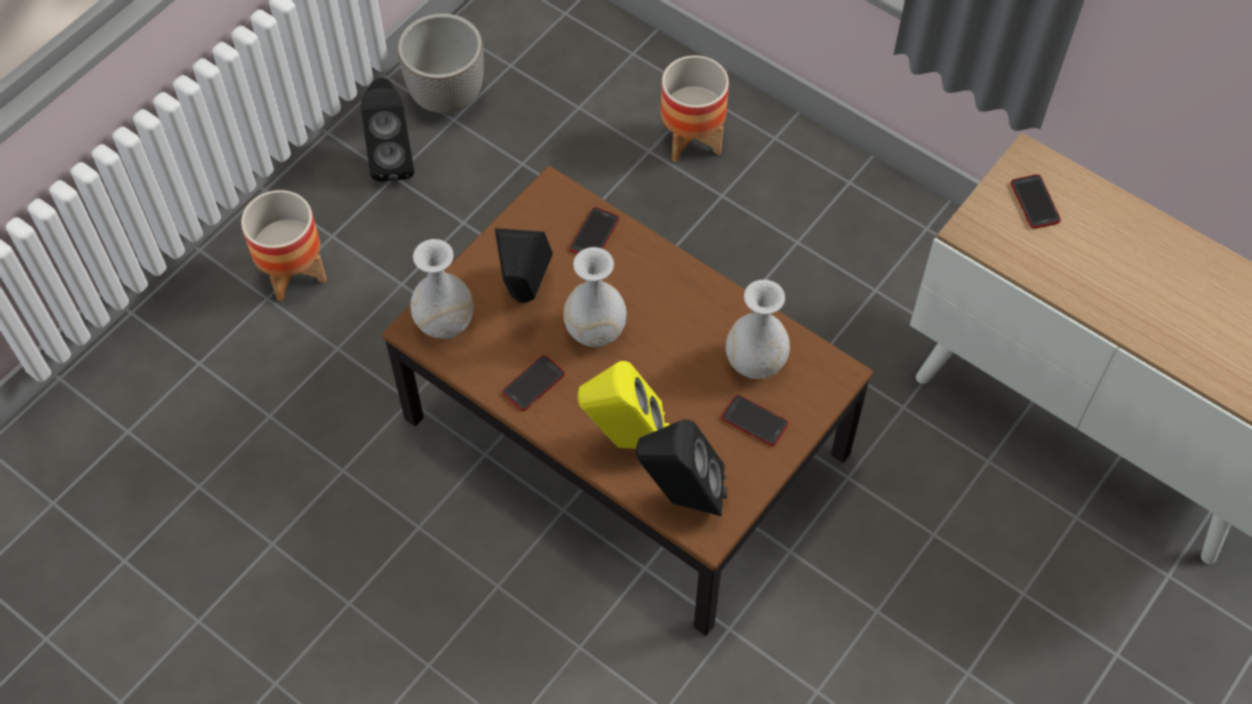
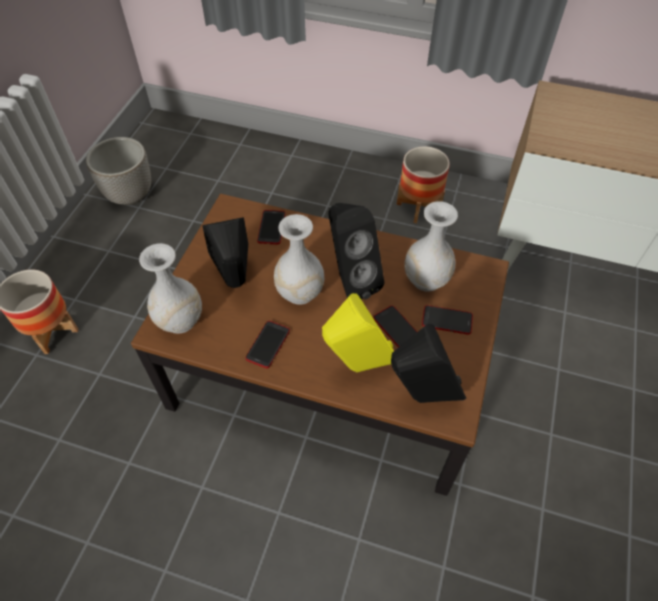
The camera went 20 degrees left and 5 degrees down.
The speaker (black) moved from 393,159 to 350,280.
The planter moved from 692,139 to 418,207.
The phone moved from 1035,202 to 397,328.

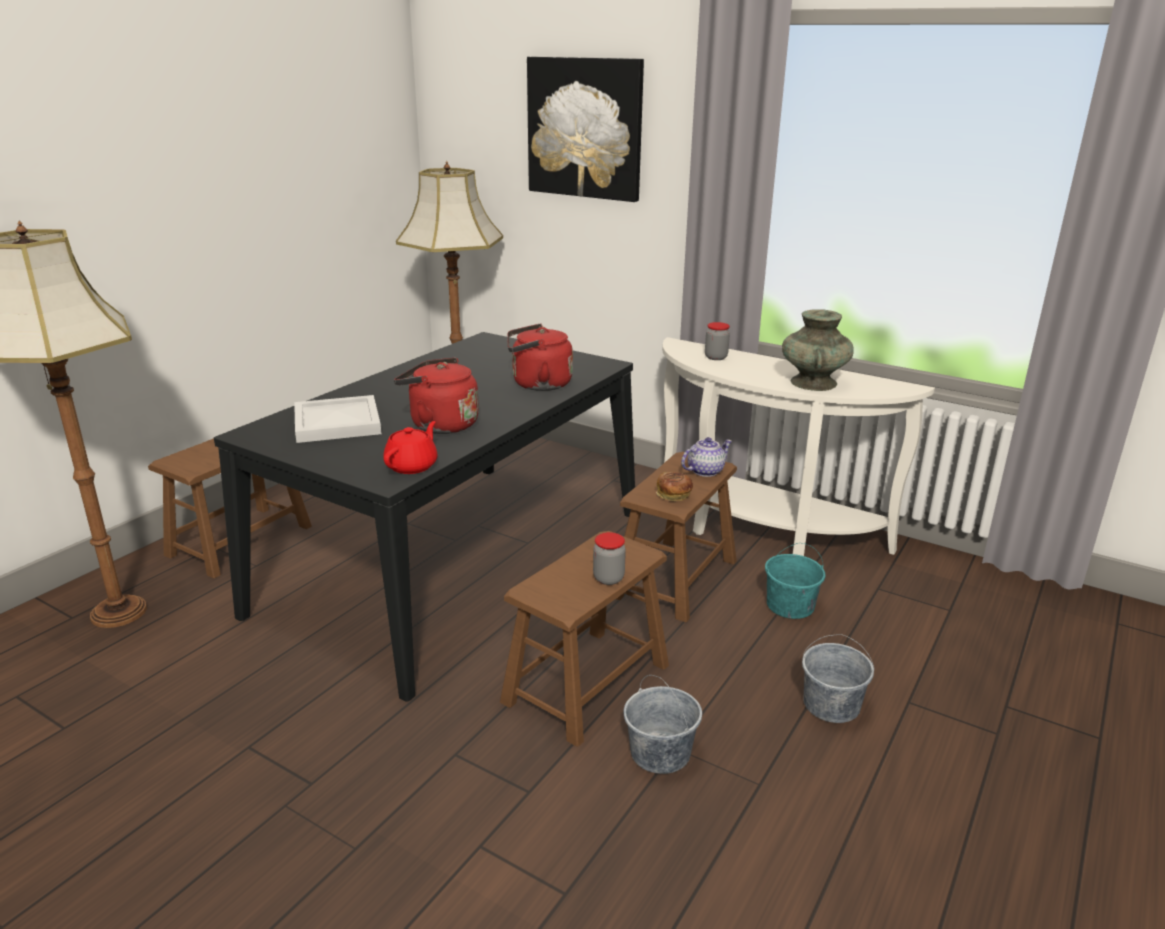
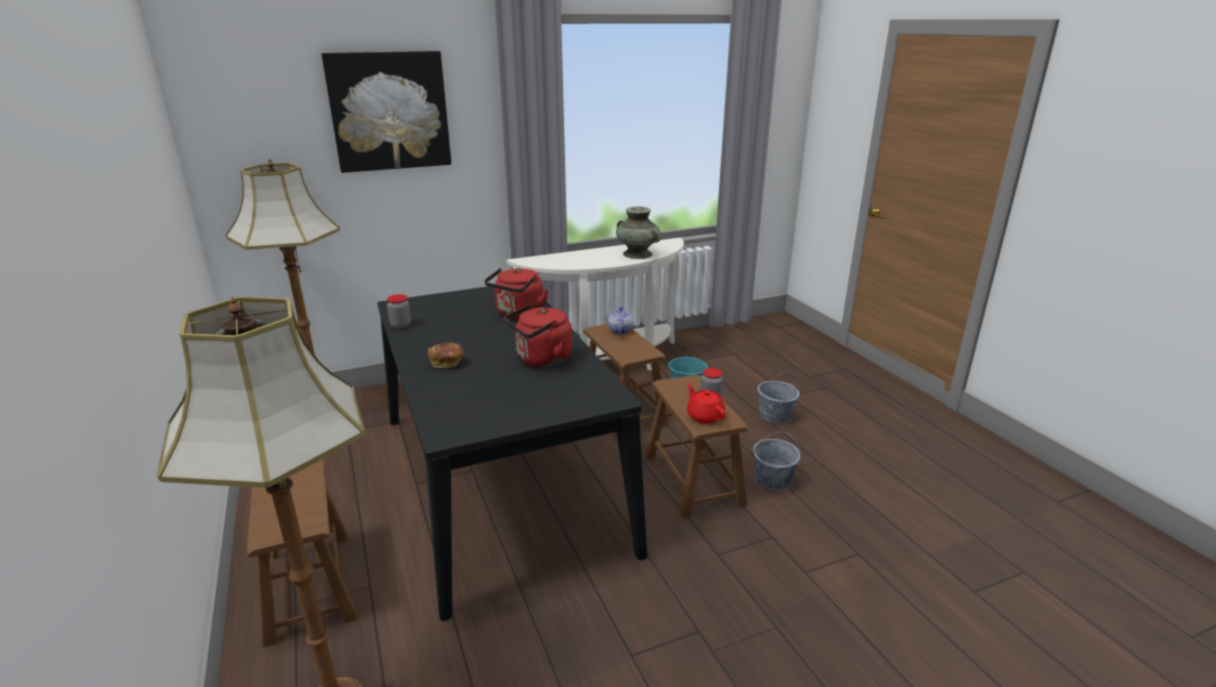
The camera went 55 degrees left and 0 degrees up.
The tray (white) at 336,423 disappeared.
The teapot (red) moved from 412,466 to 704,416.
The bread moved from 674,495 to 447,363.
The jar moved from 716,357 to 400,325.

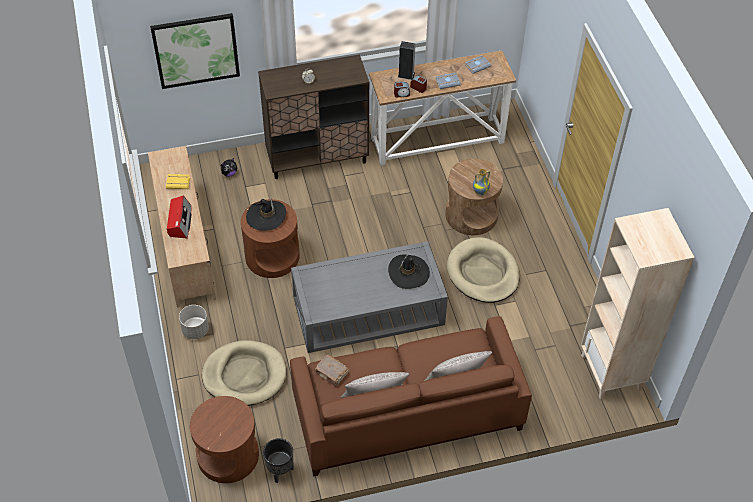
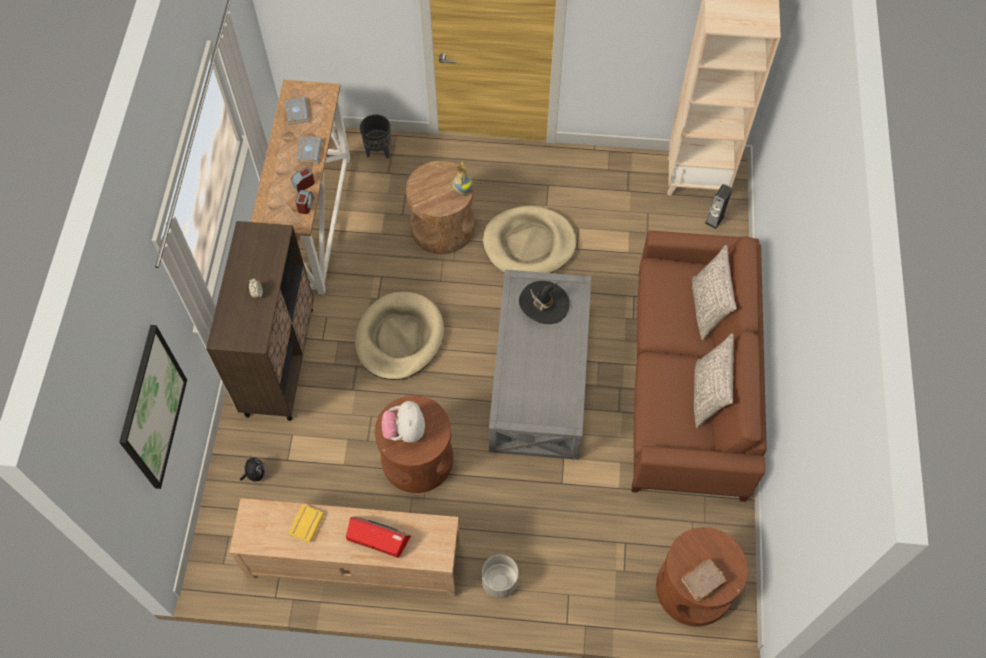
The camera went 70 degrees left and 10 degrees up.
The dog bed (beige) moved from 244,375 to 399,338.
The planter (black) moved from 280,471 to 379,152.
The book (brown) moved from 331,373 to 703,582.
The speaker moved from 406,75 to 714,219.
The hat (black) at 266,216 was replaced by the plush toy at 405,431.

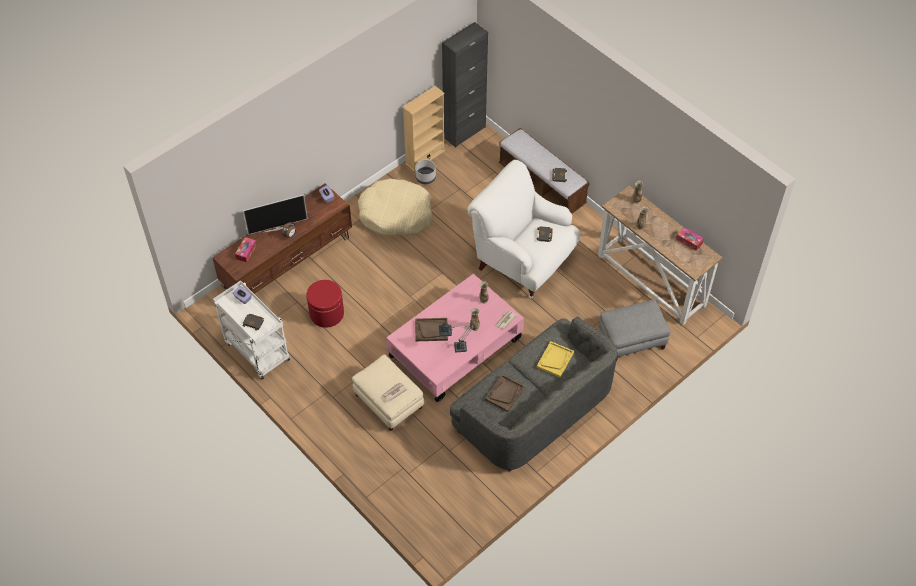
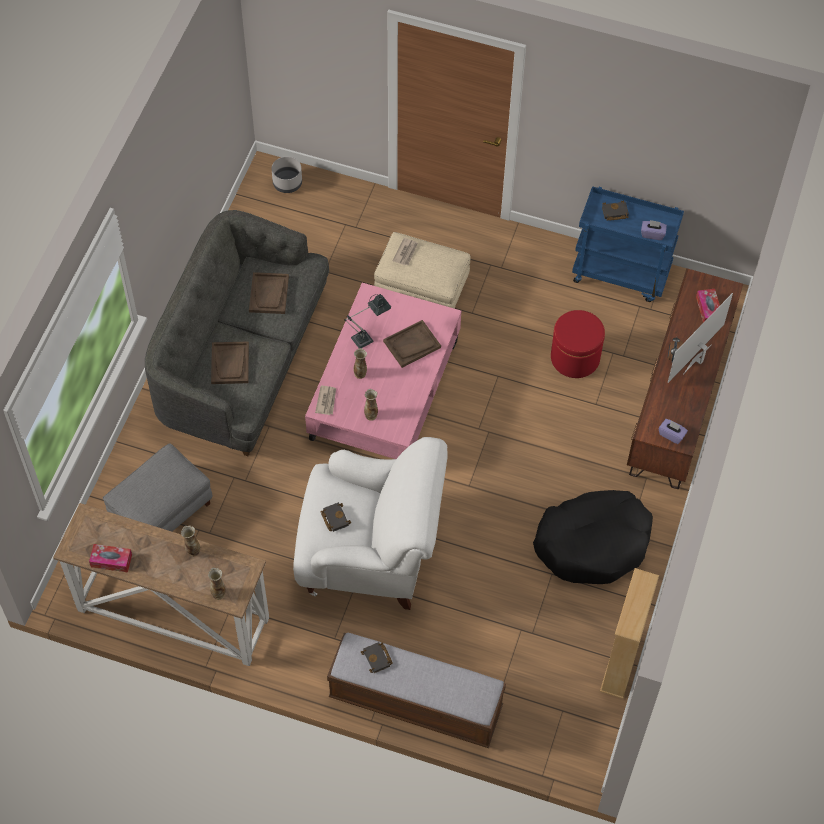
The camera went 150 degrees right and 5 degrees up.
The cabinet (black) at 464,132 disappeared.
The planter (grey) moved from 425,178 to 287,182.
The cart (white) at 256,351 became the cart (blue) at 621,274.
The dog bed (beige) at 395,214 became the dog bed (black) at 593,543.
The tray (yellow) at 555,360 became the tray (brown) at 230,364.

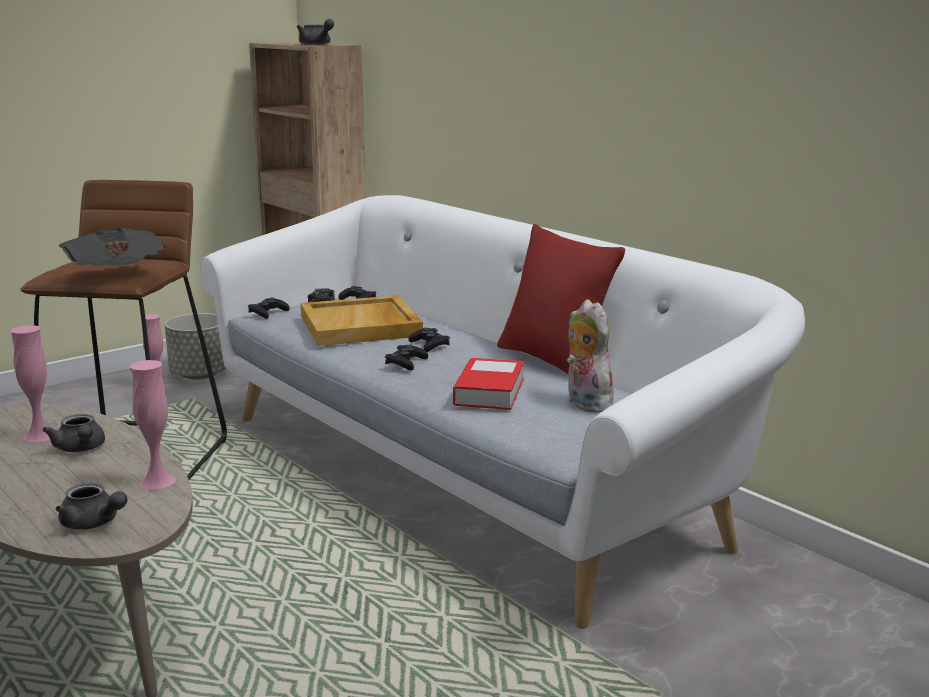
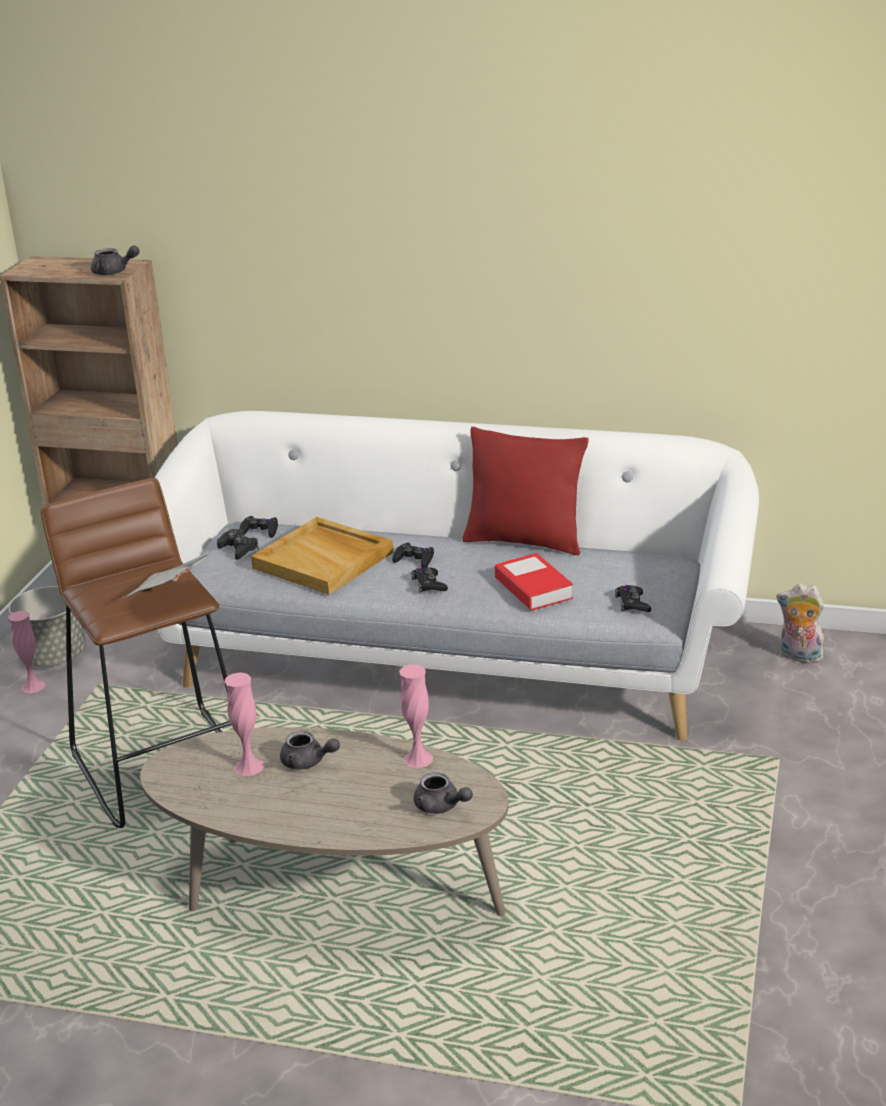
The camera went 35 degrees left and 10 degrees up.
The game controller (black) moved from 268,312 to 632,604.
The plush toy moved from 585,404 to 799,656.
The teapot (grey) at 93,524 turned 45 degrees clockwise.

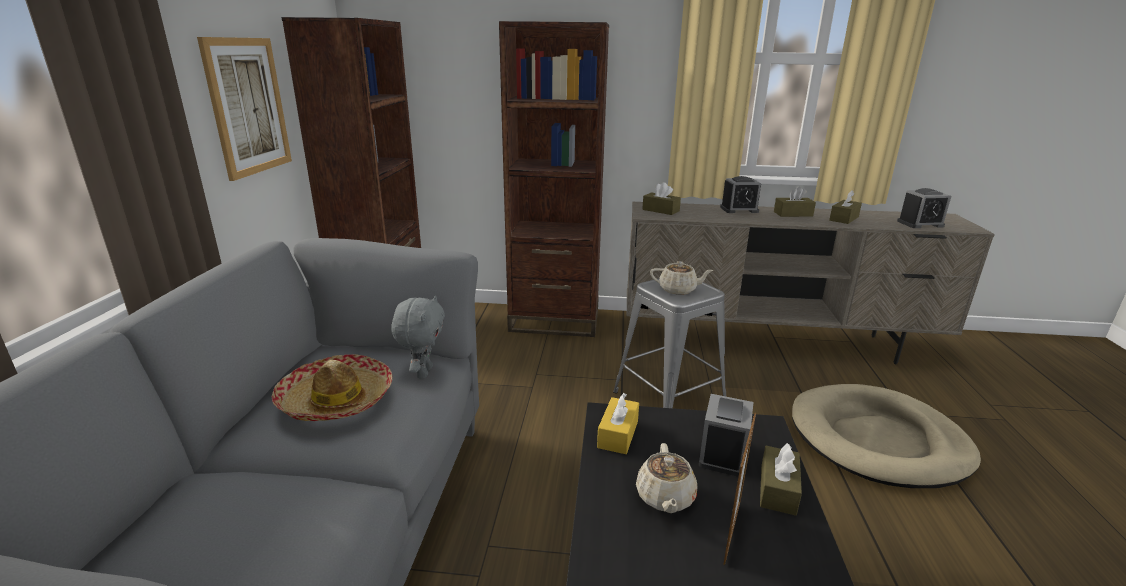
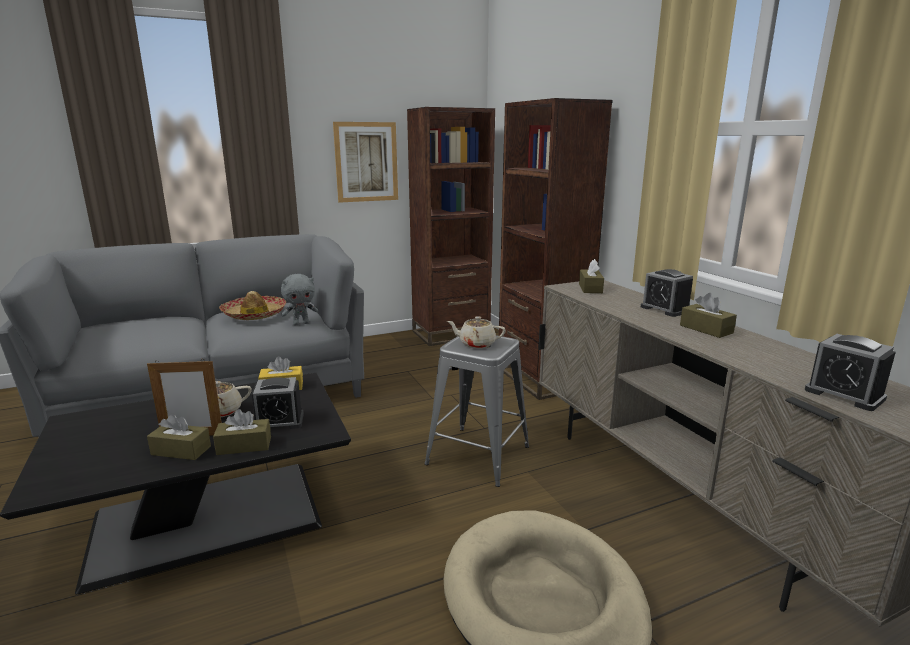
The camera went 60 degrees right and 5 degrees down.
The tissue box (brown) moved from 844,218 to 181,450.
The teapot (beige) at 678,290 turned 120 degrees clockwise.

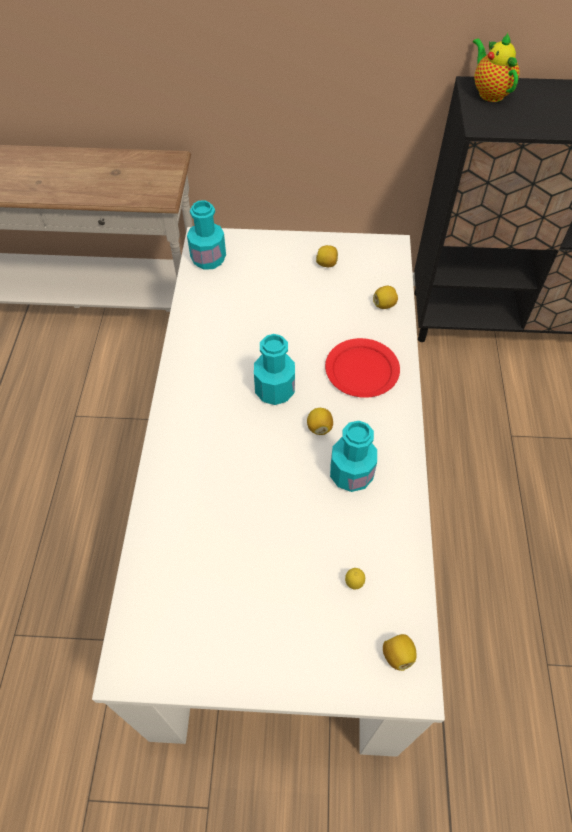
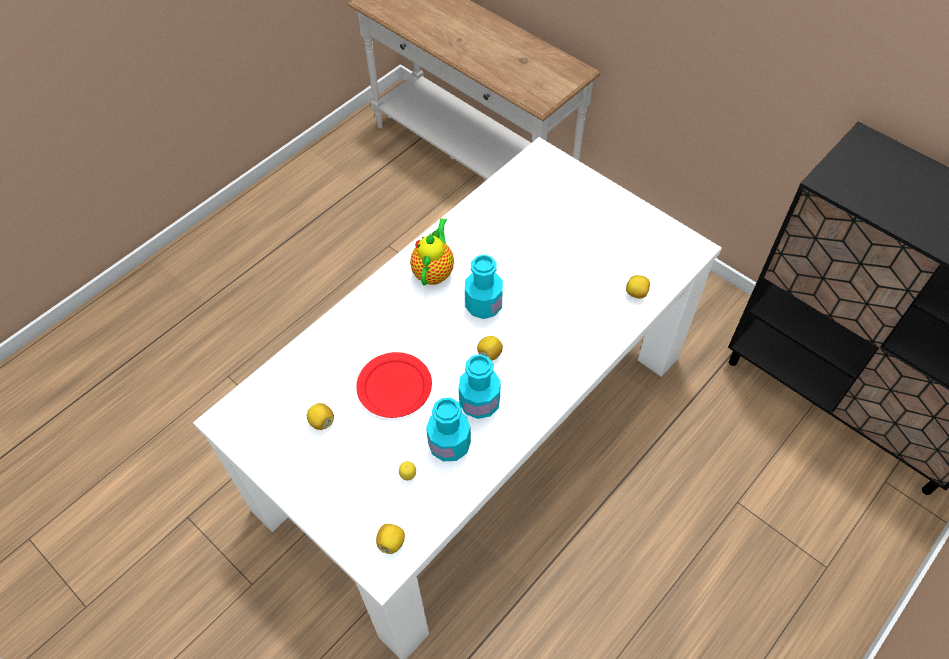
The camera went 40 degrees right and 0 degrees up.
The bottle (turquoise) moved from 208,259 to 449,444.
The lemon moved from 326,264 to 321,422.
The plate (red) moved from 361,370 to 394,386.
The teapot moved from 489,93 to 434,271.

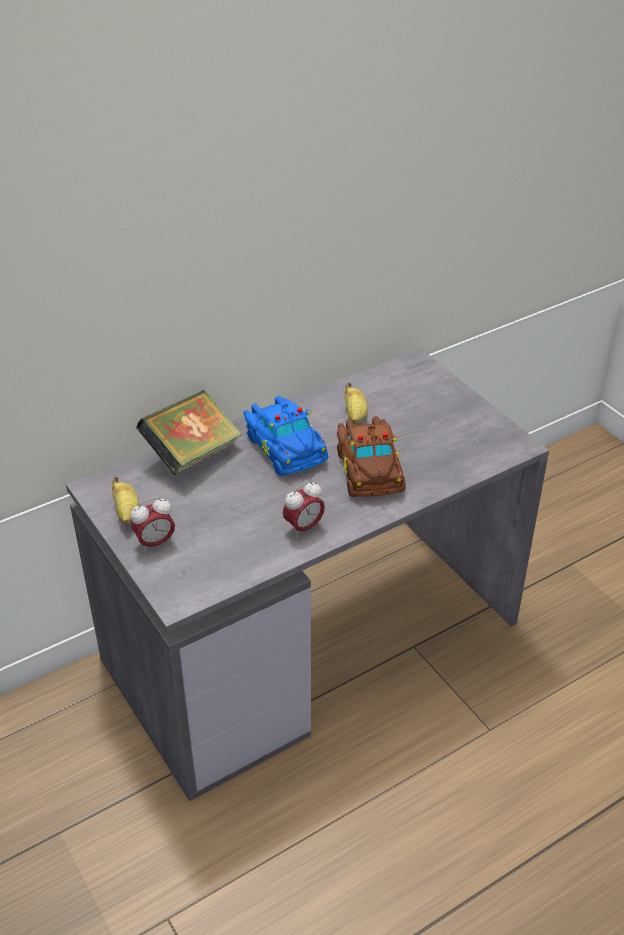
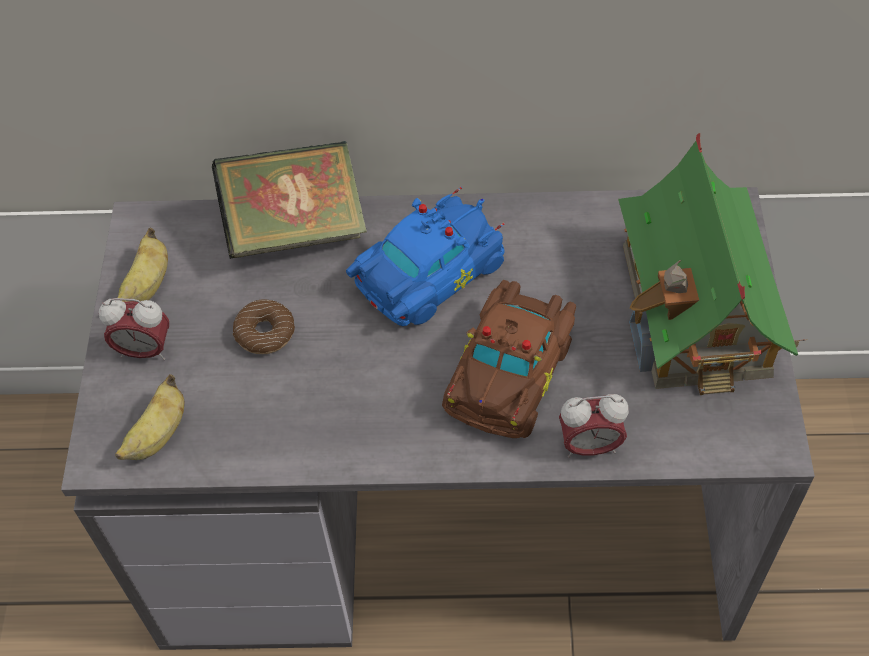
The camera went 35 degrees right and 15 degrees up.
The donut at 265,333 appeared.
The toy house at 695,310 appeared.
The alarm clock moved from 304,527 to 589,446.
The banana moved from 355,416 to 158,435.
The toy car (blue) at 286,446 turned 135 degrees counterclockwise.

